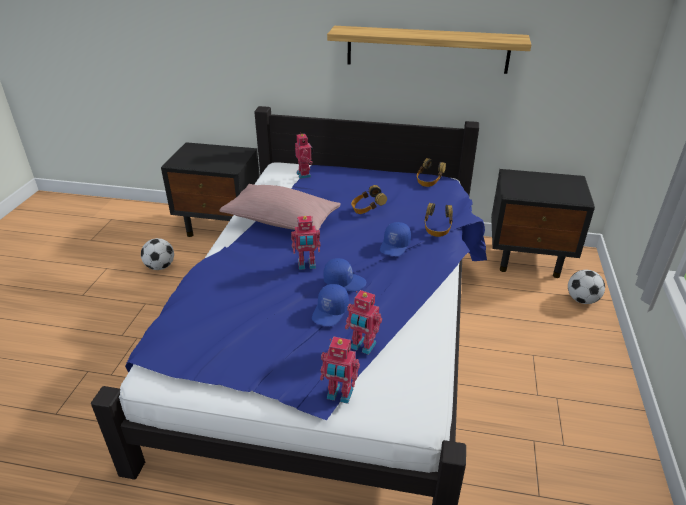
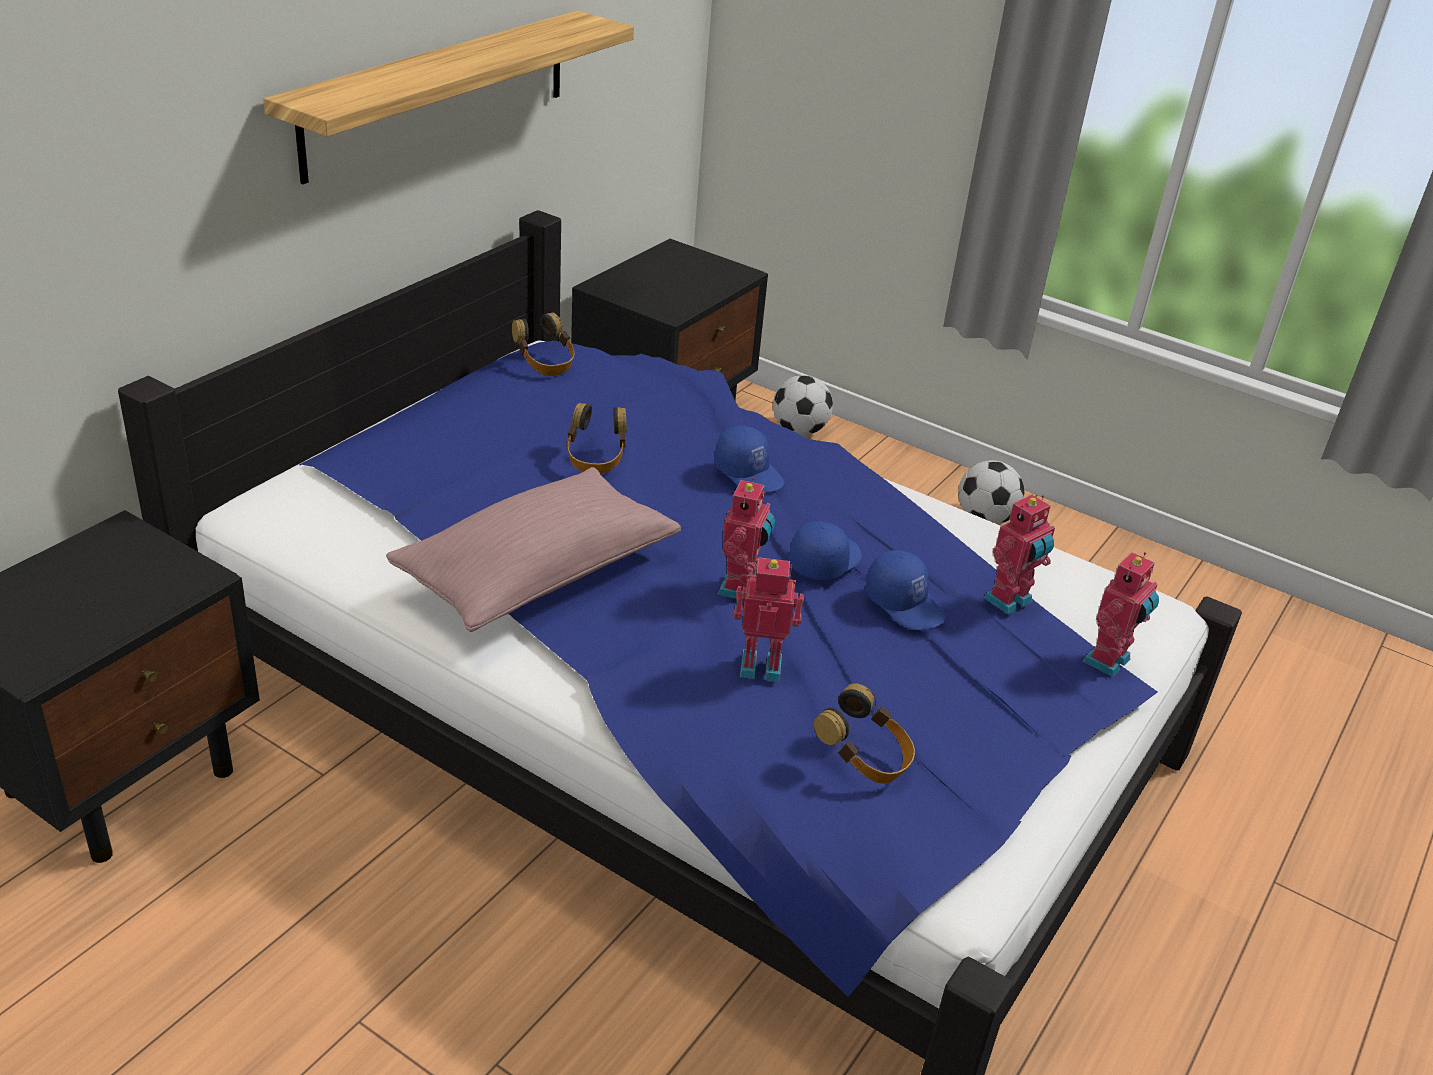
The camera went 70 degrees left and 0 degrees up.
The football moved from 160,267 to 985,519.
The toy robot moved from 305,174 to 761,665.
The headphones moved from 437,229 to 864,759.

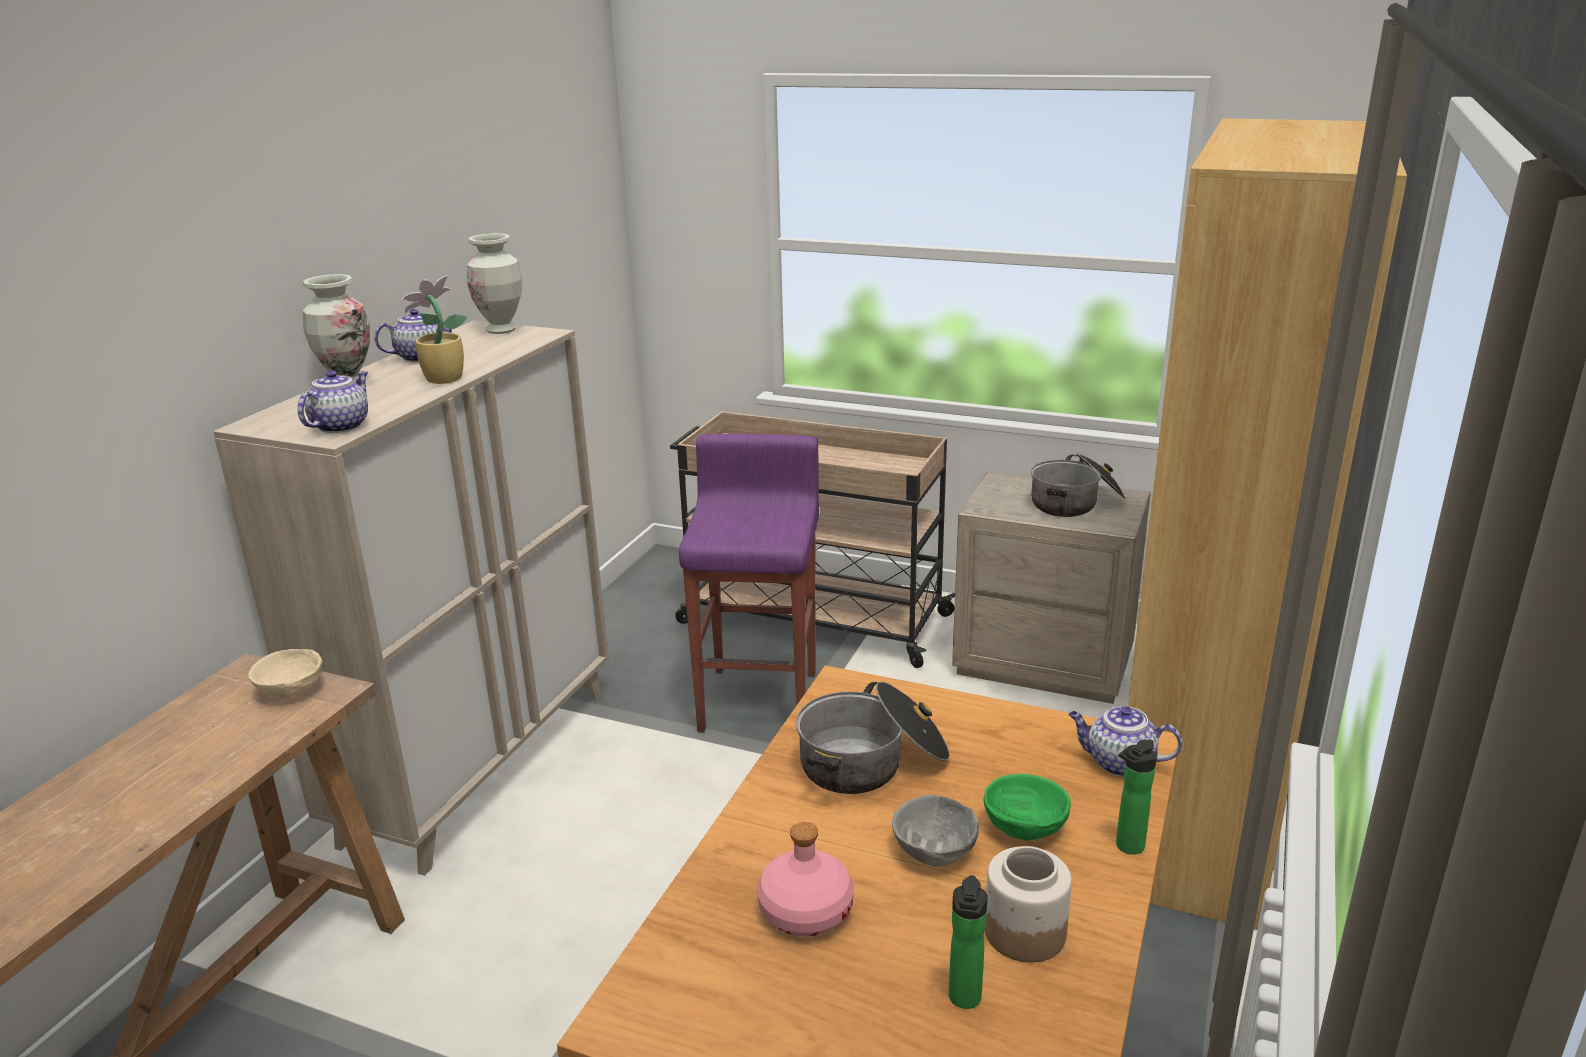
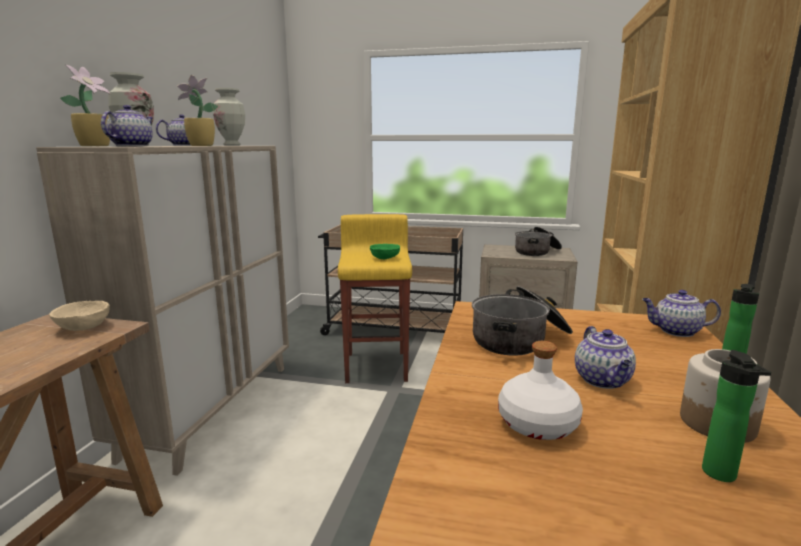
The camera went 10 degrees left and 10 degrees down.
The potted plant at 96,146 appeared.
The bowl (green) moved from 1025,827 to 385,258.
The bowl (grey) at 935,851 was replaced by the teapot at 603,381.
The stool (purple) at 761,700 became the stool (yellow) at 377,366.
The bottle (pink) at 804,911 became the bottle (white) at 536,424.

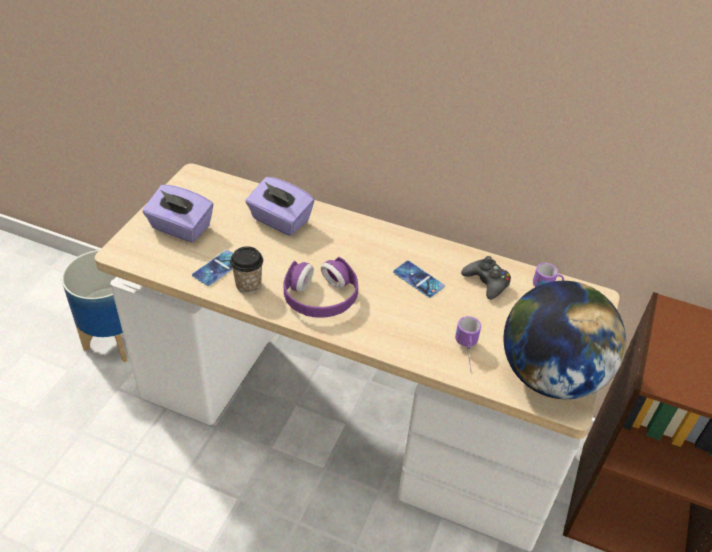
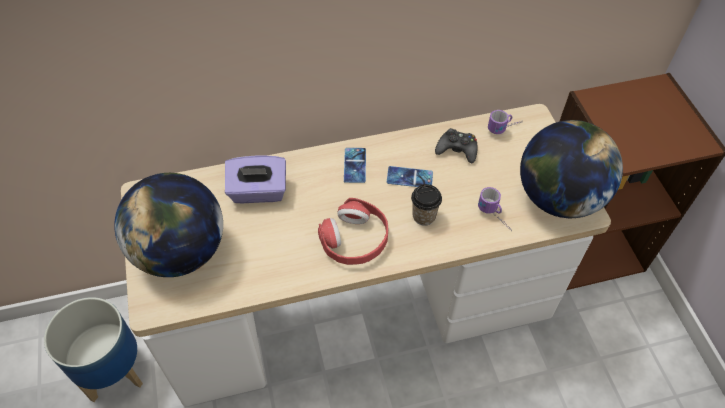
The camera went 35 degrees left and 10 degrees up.
The phone moved from 218,268 to 355,165.
The cup moved from 248,285 to 424,216.
The tissue box (purple) at 180,228 was replaced by the globe at 181,252.
The headphones (purple) at 320,297 became the headphones (red) at 354,239.

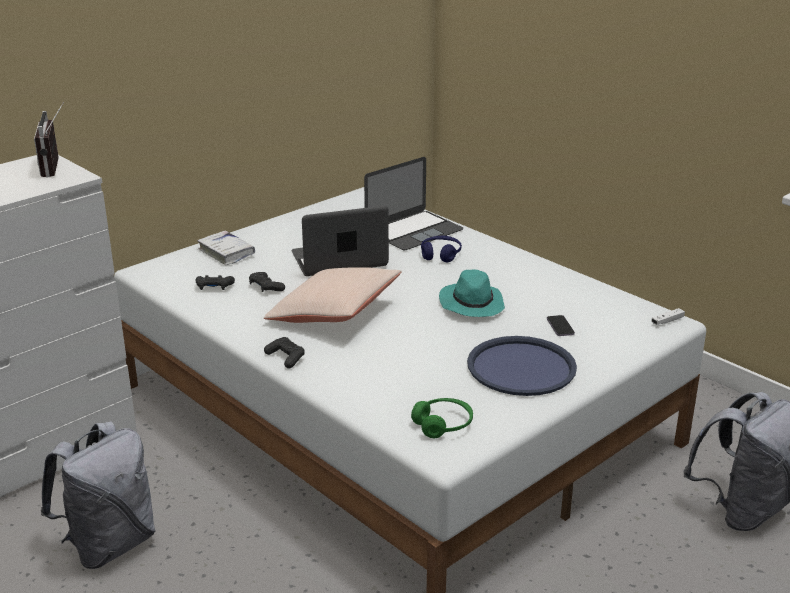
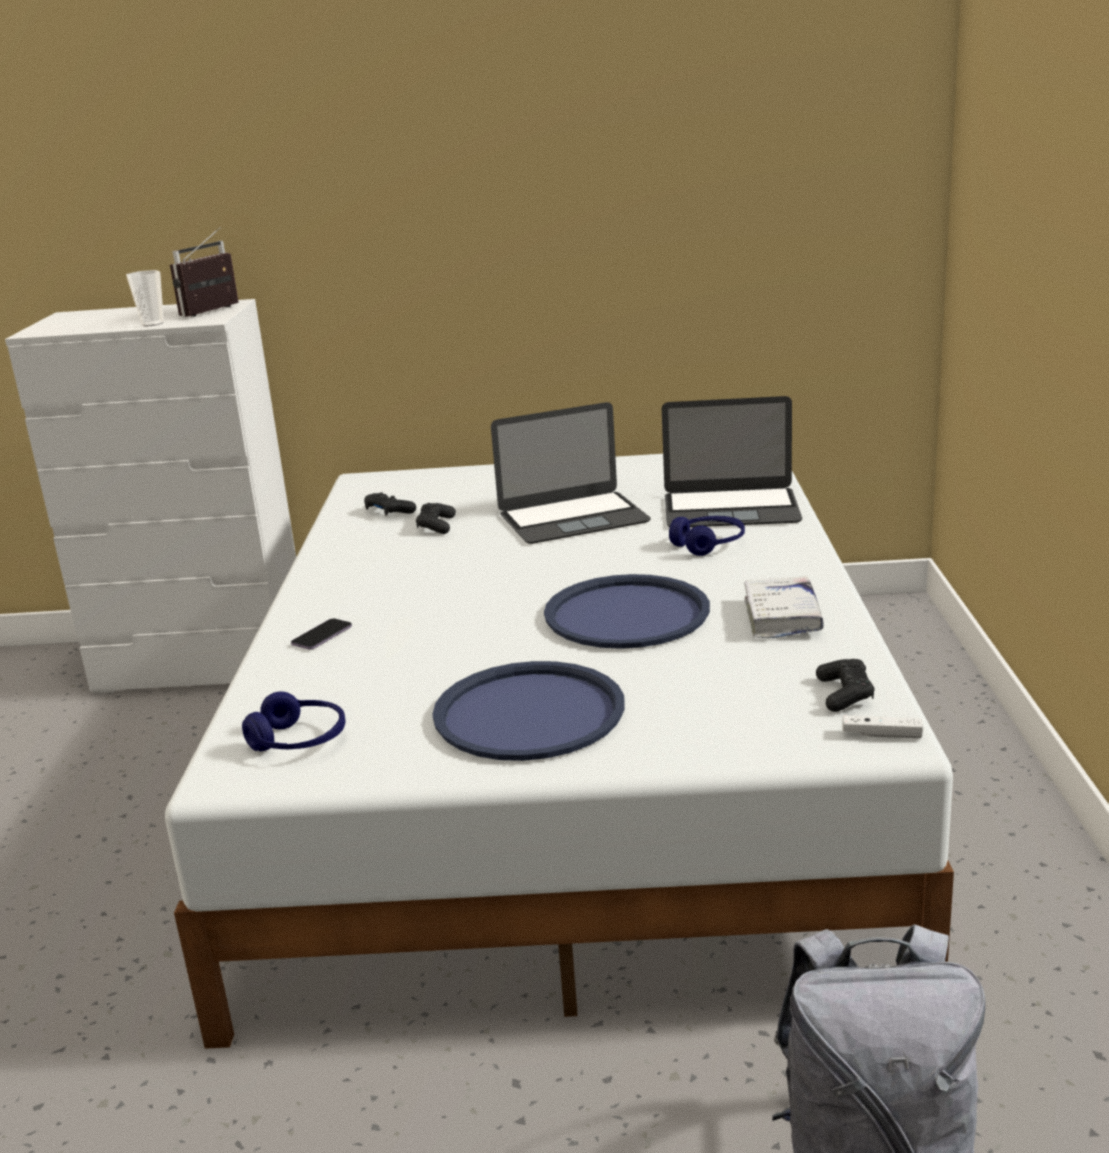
The camera went 45 degrees right and 5 degrees down.
The backpack (grey) at 109,544 disappeared.
The pillow (beige) at 334,313 disappeared.
The cup at 152,324 appeared.
The book (white) moved from 226,253 to 782,617.
The game controller (black) moved from 286,357 to 844,694.
The phone moved from 560,327 to 322,636.
The hat (turquoise) at 471,304 was replaced by the tray (blue) at 626,614.
The headphones (green) at 443,425 became the headphones (blue) at 299,741.
The laptop at 339,259 turned 135 degrees clockwise.

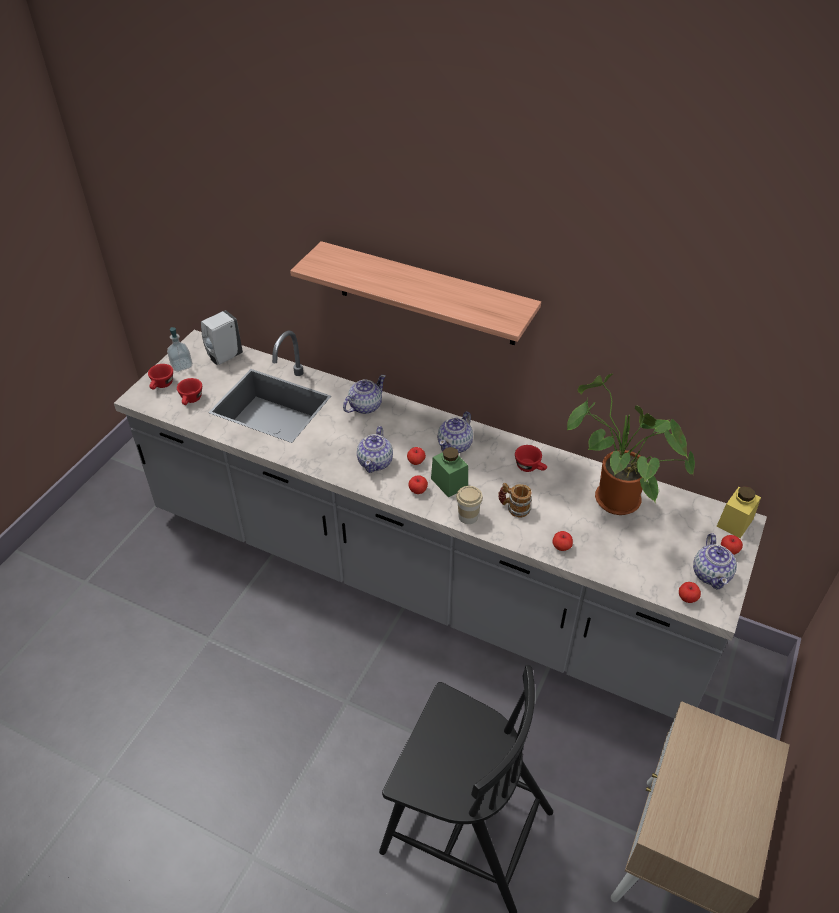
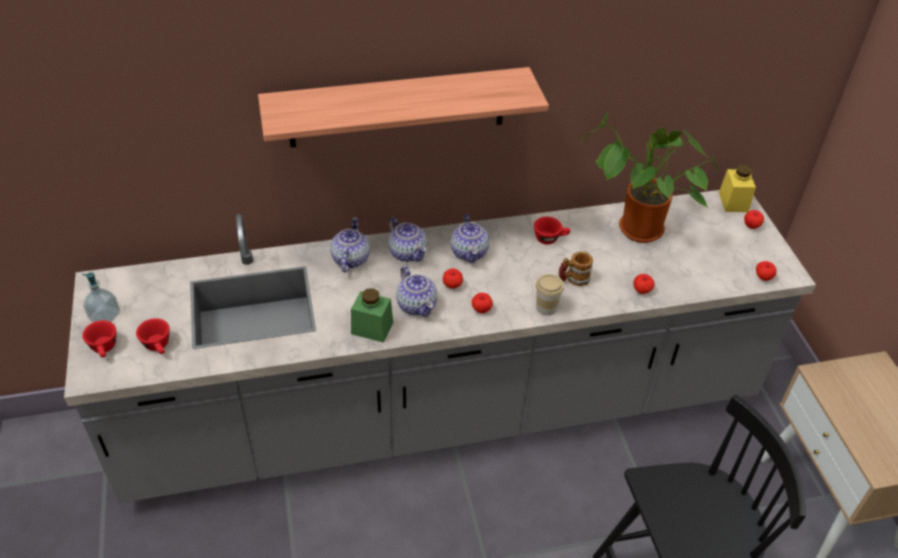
The camera went 40 degrees left and 0 degrees up.
The soap dispenser (white) at 224,357 disappeared.
The jar (green) moved from 449,483 to 372,328.
The teapot moved from 711,574 to 407,252.

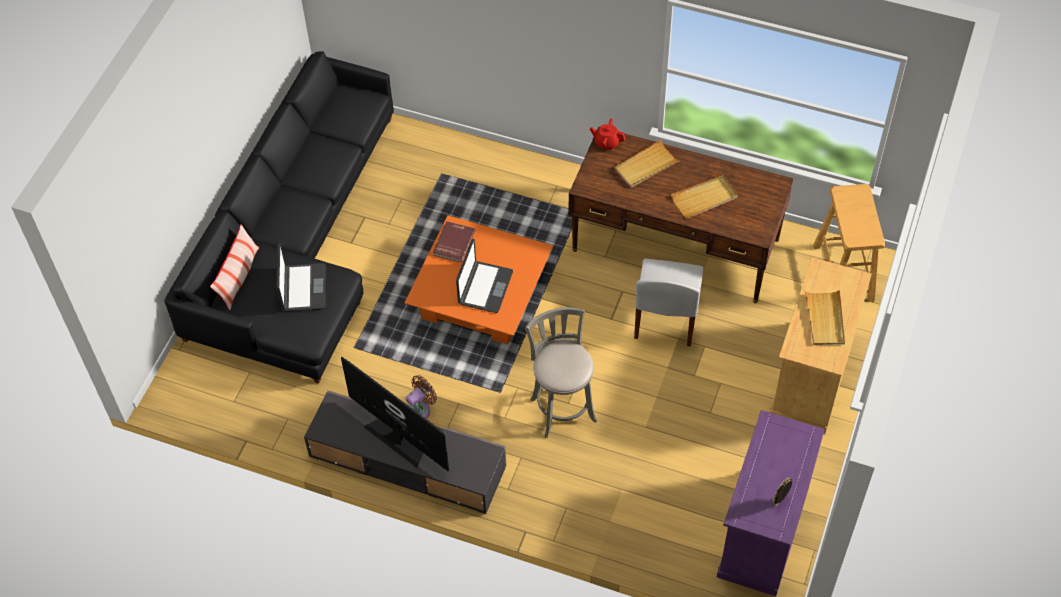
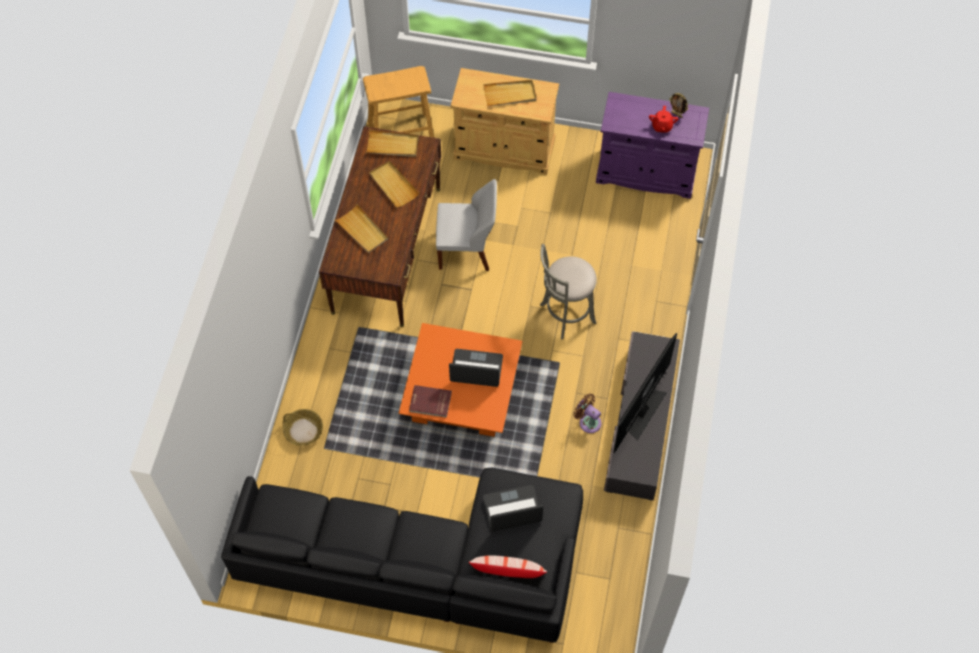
The camera went 100 degrees left and 5 degrees up.
The basket at 303,430 appeared.
The tray (beige) at 392,145 appeared.
The teapot (red) moved from 607,142 to 662,126.

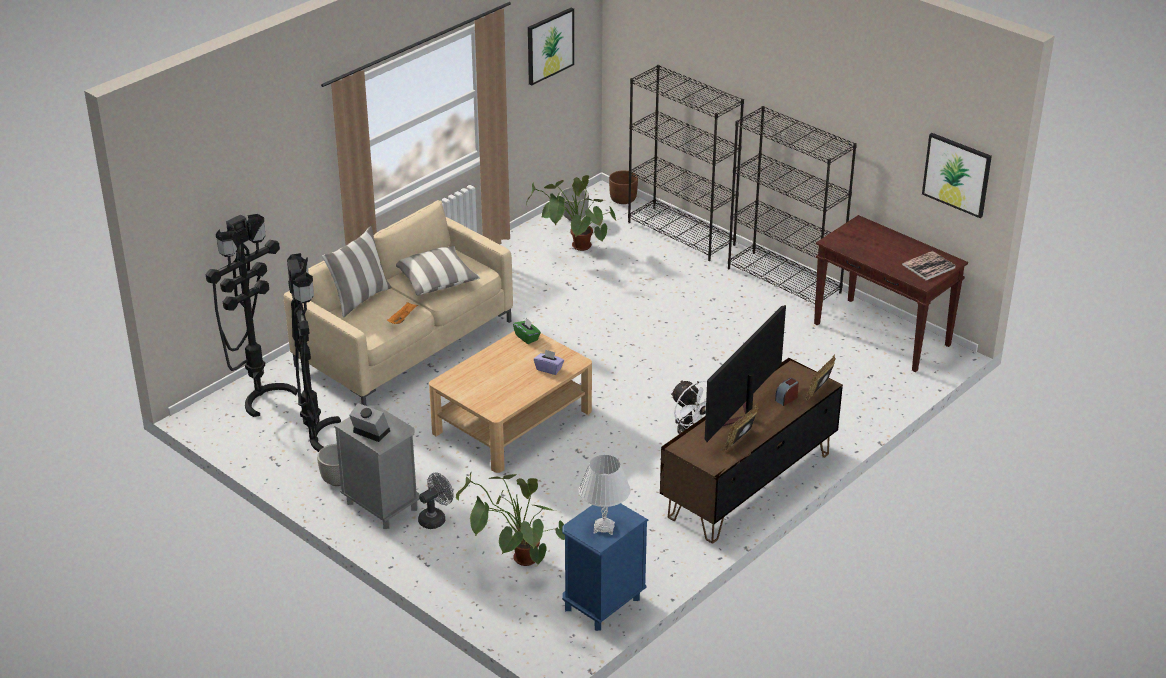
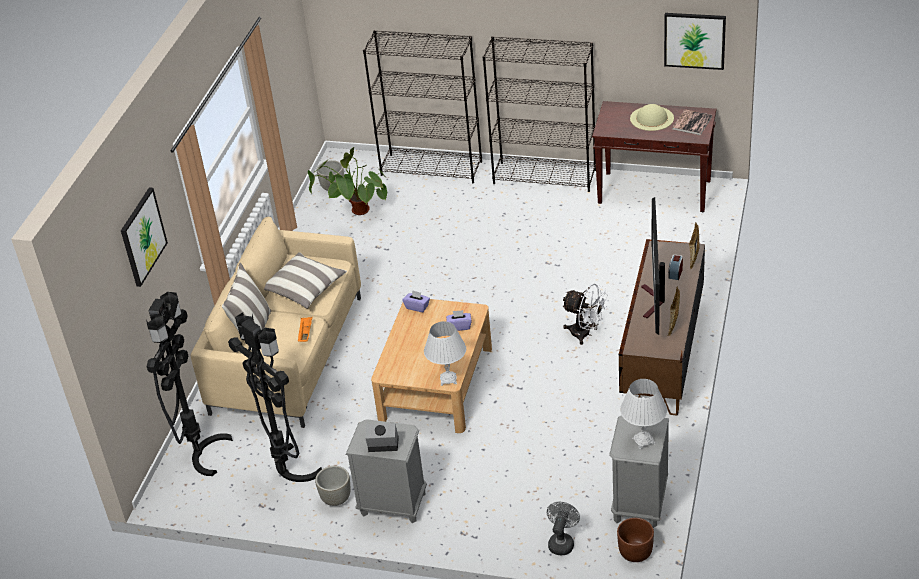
The camera went 25 degrees left and 5 degrees up.
The potted plant at 513,559 disappeared.
The table lamp (white) at 448,379 appeared.
The hat (beige) at 651,118 appeared.
The fan (grey) moved from 435,518 to 562,542.
The picture moved from 549,45 to 142,236.
The planter (brown) moved from 623,199 to 635,552.
The tissue box (green) at 527,337 became the tissue box (purple) at 417,307.
The nightstand (blue) at 602,604 became the nightstand (grey) at 639,504.

